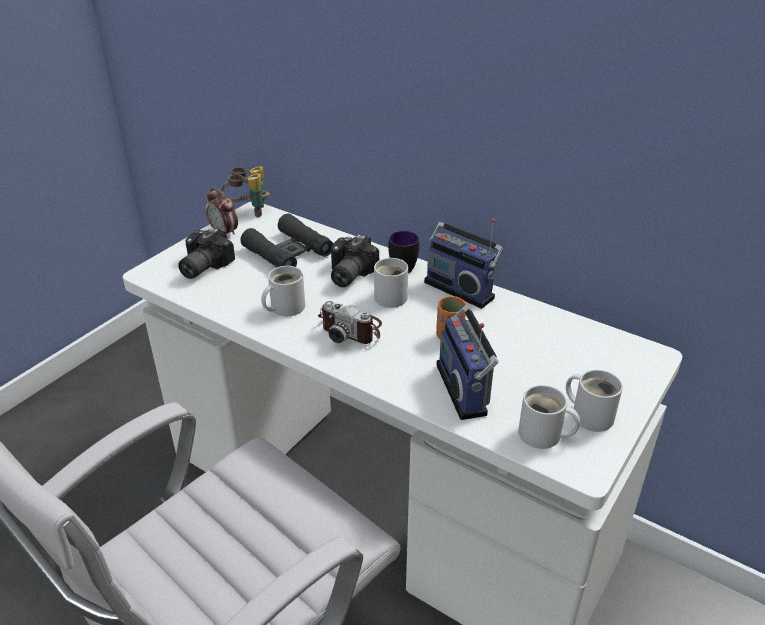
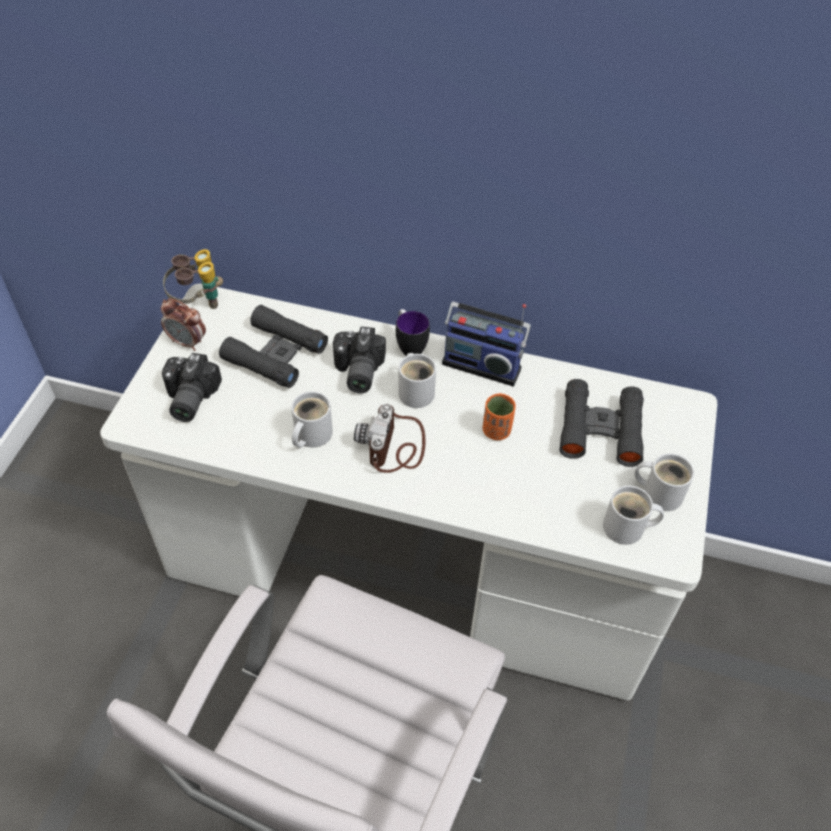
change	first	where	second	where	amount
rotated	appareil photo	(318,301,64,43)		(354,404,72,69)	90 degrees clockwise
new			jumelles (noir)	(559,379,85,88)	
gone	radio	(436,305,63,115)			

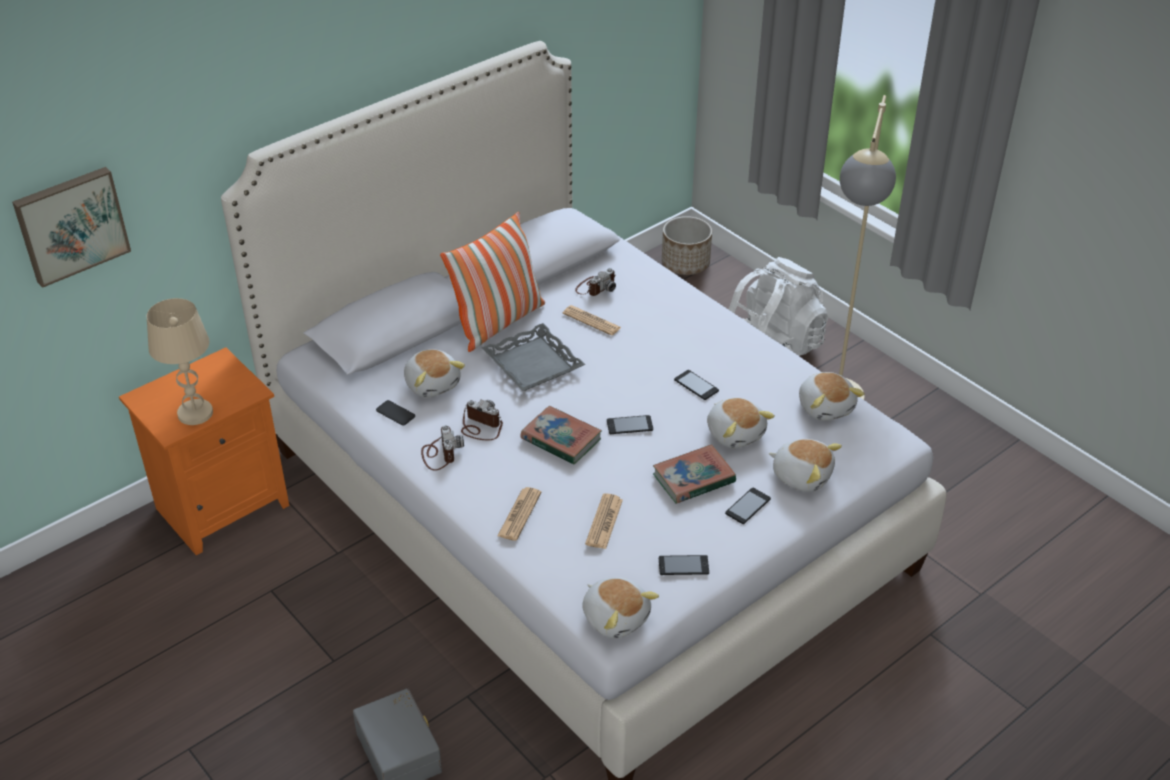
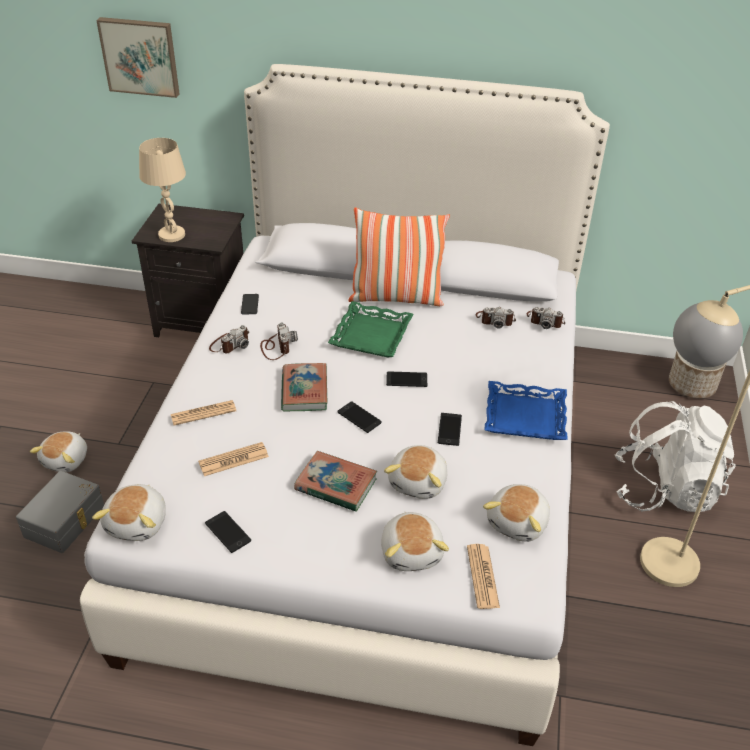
change	first	where	second	where	amount
shifted	peluche	(404,349,61,49)		(30,431,57,41)	
repainted	table de chevet (orange)	(119,347,170,208)	table de chevet (noir)	(132,204,112,133)	
repainted	plateau (gris)	(482,323,103,68)	plateau (vert)	(328,301,85,56)	
shifted	téléphone	(725,487,46,37)		(386,371,41,16)	
shifted	journal	(563,305,58,31)		(467,544,33,65)	
new			plateau (bleu)	(484,381,83,59)	
new			appareil photo	(527,307,38,22)	

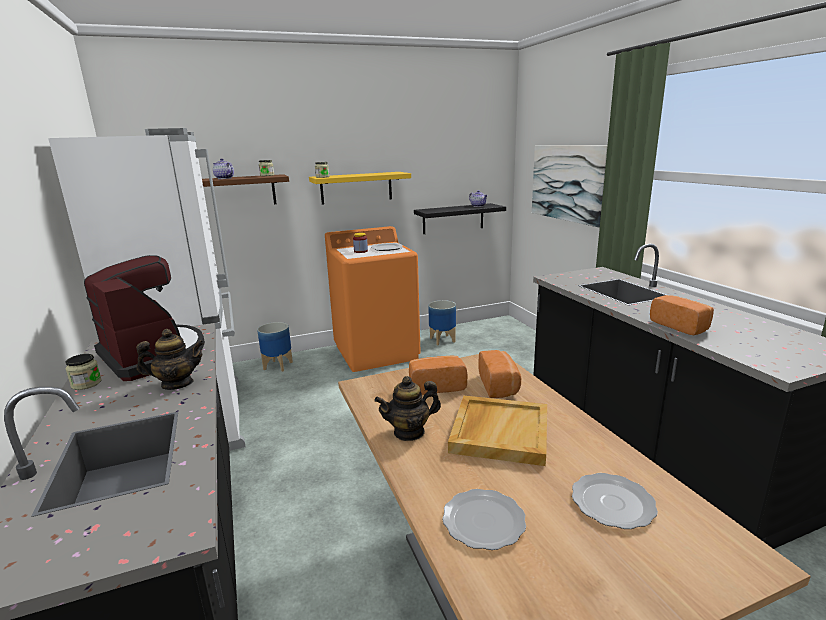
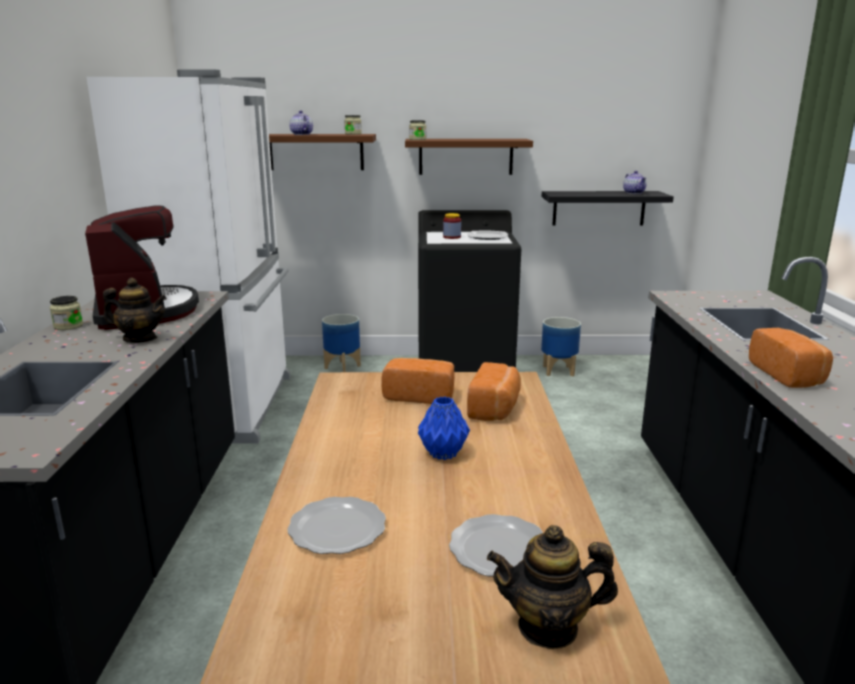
change	first	where	second	where	amount
repainted	étagère (jaune)	(309,172,102,33)	étagère (marron)	(405,139,128,36)	
repainted	lave-linge (orange)	(325,226,96,146)	lave-linge (noir)	(418,210,103,162)	
swapped	plateau (beige)	(448,396,99,70)	vase (bleu)	(418,397,52,63)	
shifted	théière	(374,376,67,65)		(487,525,131,124)	
gone	tableau	(532,145,75,82)			

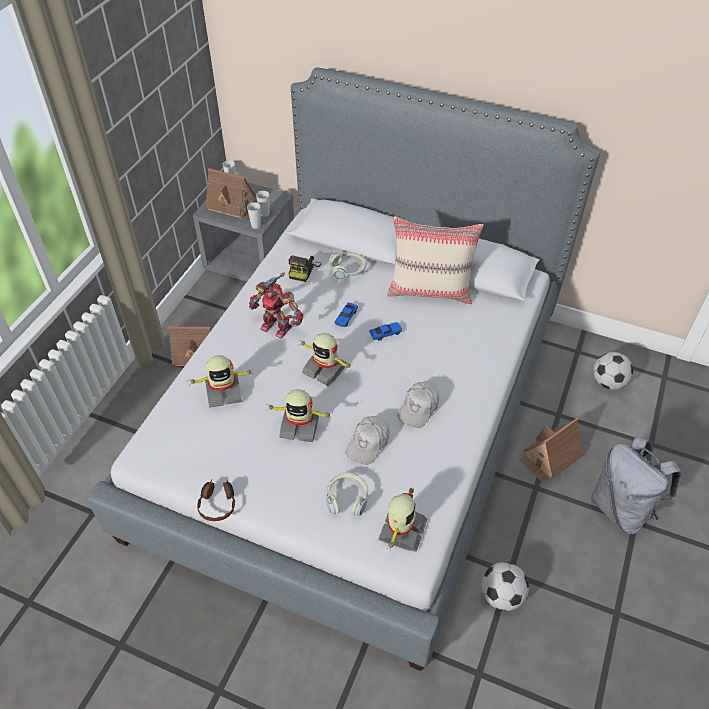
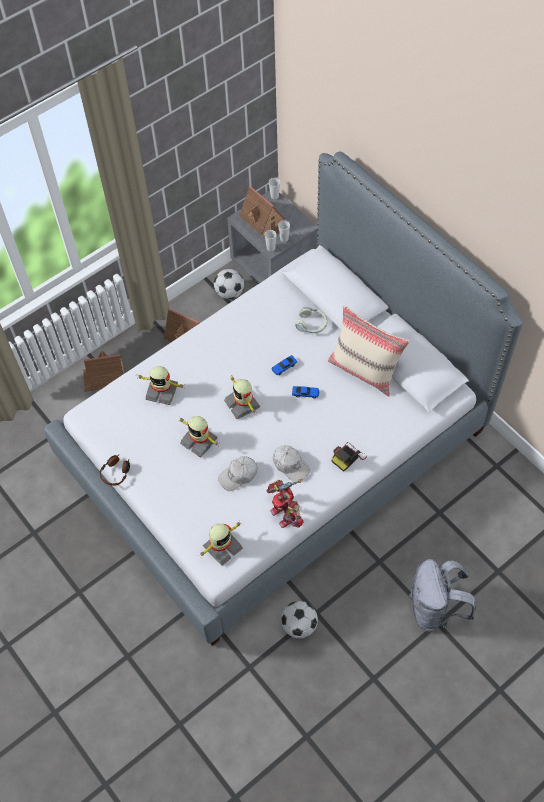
change	first	where	second	where	amount
shifted	maison miniature	(519,418,65,65)		(83,351,41,41)	
shifted	ballon de foot	(594,352,39,38)		(214,269,30,30)	
shifted	robot jouet	(249,272,54,67)		(266,479,38,49)	
rotated	casquette (blanc)	(398,382,41,46)		(273,445,37,37)	105 degrees counterclockwise
shifted	appareil photo	(289,256,32,26)		(332,442,35,30)	
gone	casque audio	(326,472,42,44)			

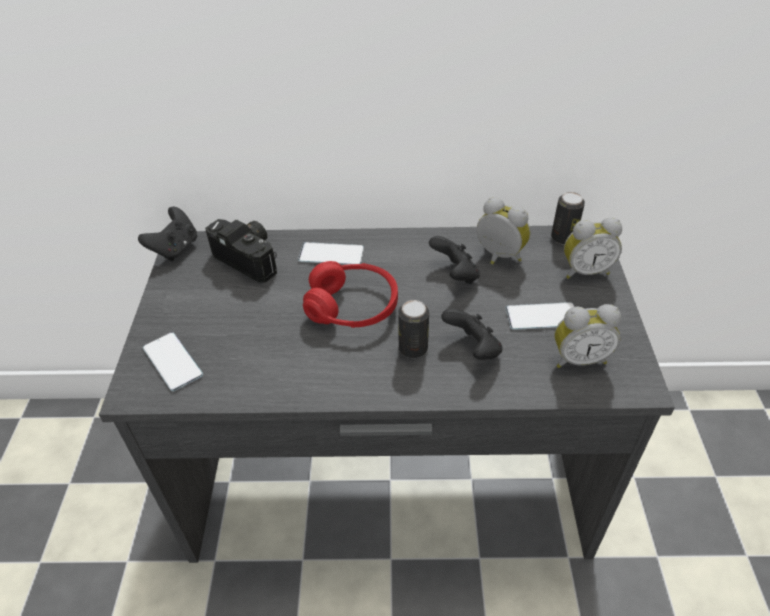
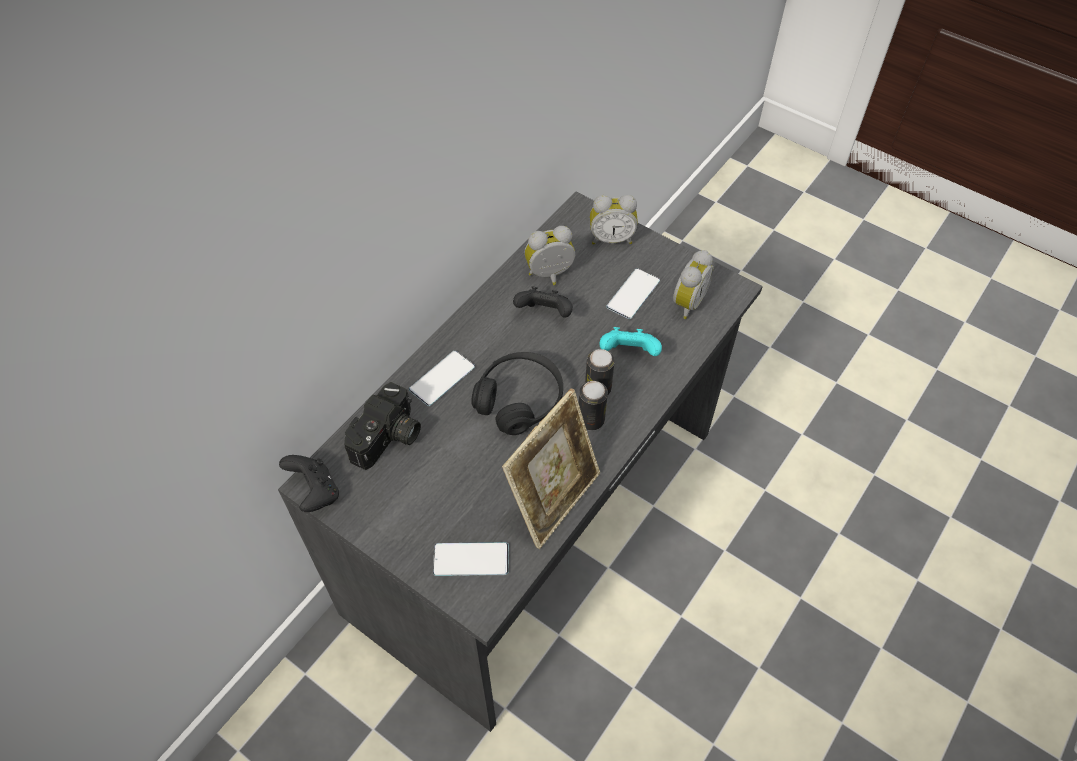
change	first	where	second	where	amount
rotated	appareil photo	(205,219,72,64)		(344,382,77,88)	135 degrees clockwise
repainted	casque audio (rouge)	(303,261,95,67)	casque audio (noir)	(471,352,92,83)	
new			cadre photo	(502,389,98,160)	
shifted	boîte métallique	(551,192,34,53)		(579,381,29,50)	
rotated	réveil	(564,217,58,62)		(590,195,48,50)	60 degrees clockwise
repainted	manette (noir)	(441,308,62,52)	manette (turquoise)	(599,327,63,29)	

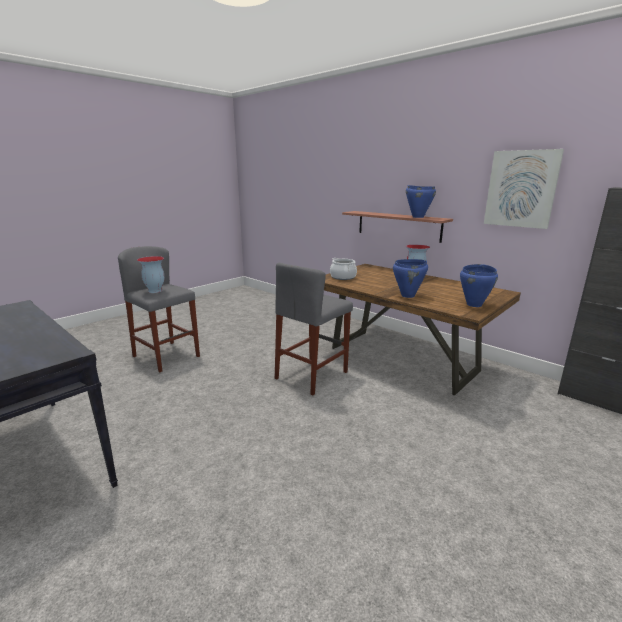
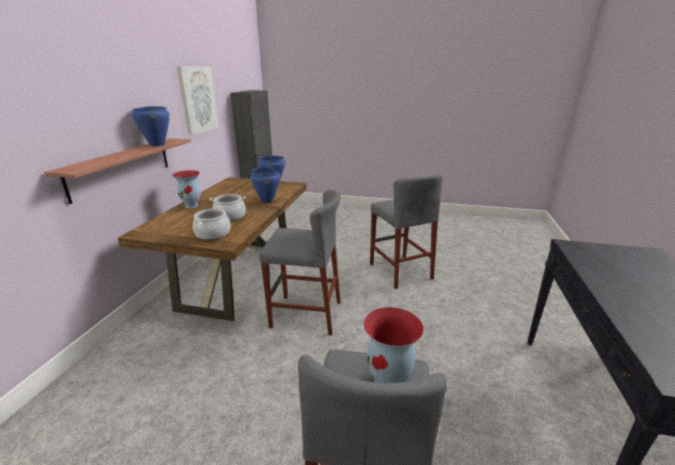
change	first	where	second	where	amount
new			marmite	(209,194,37,28)	
new			tabouret (gris)	(370,174,73,115)	

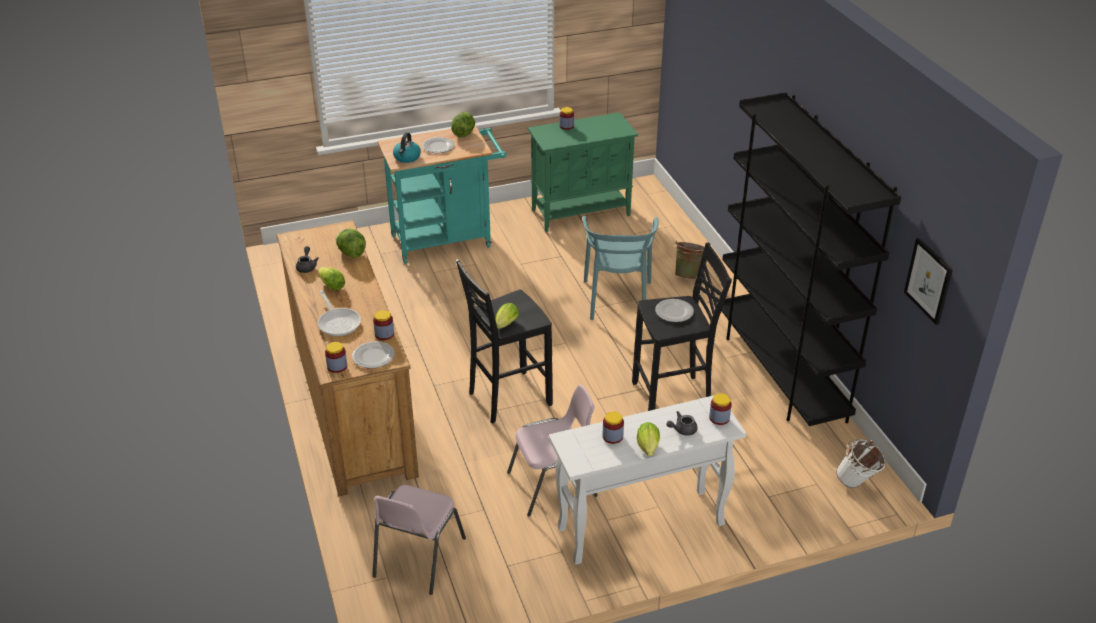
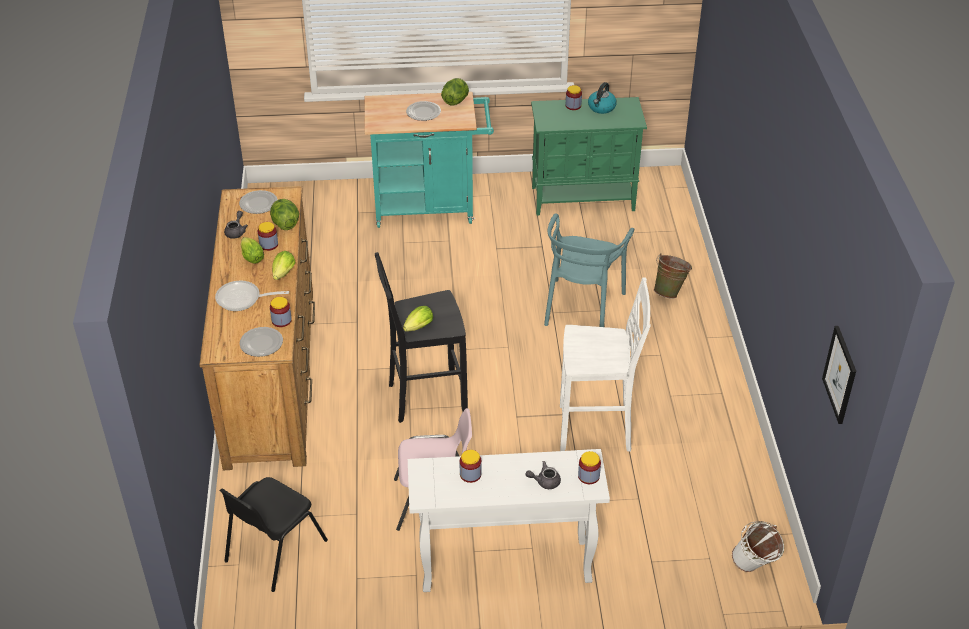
change	first	where	second	where	amount
rotated	poêle	(318,290,43,46)		(215,281,74,30)	105 degrees clockwise
repainted	chaise (rose)	(372,485,94,110)	chaise (noir)	(219,477,109,115)	
shifted	assiette	(655,299,39,23)		(239,190,39,24)	
shifted	bocal	(325,342,22,31)		(257,222,21,29)	
shifted	laitue	(637,422,23,34)		(272,251,24,29)	
repainted	tabouret (noir)	(632,242,100,169)	tabouret (blanc)	(560,277,91,175)	
shifted	bouilloire	(393,132,28,31)		(588,82,29,32)	
gone	bibliothèque (noir)	(722,93,179,333)			

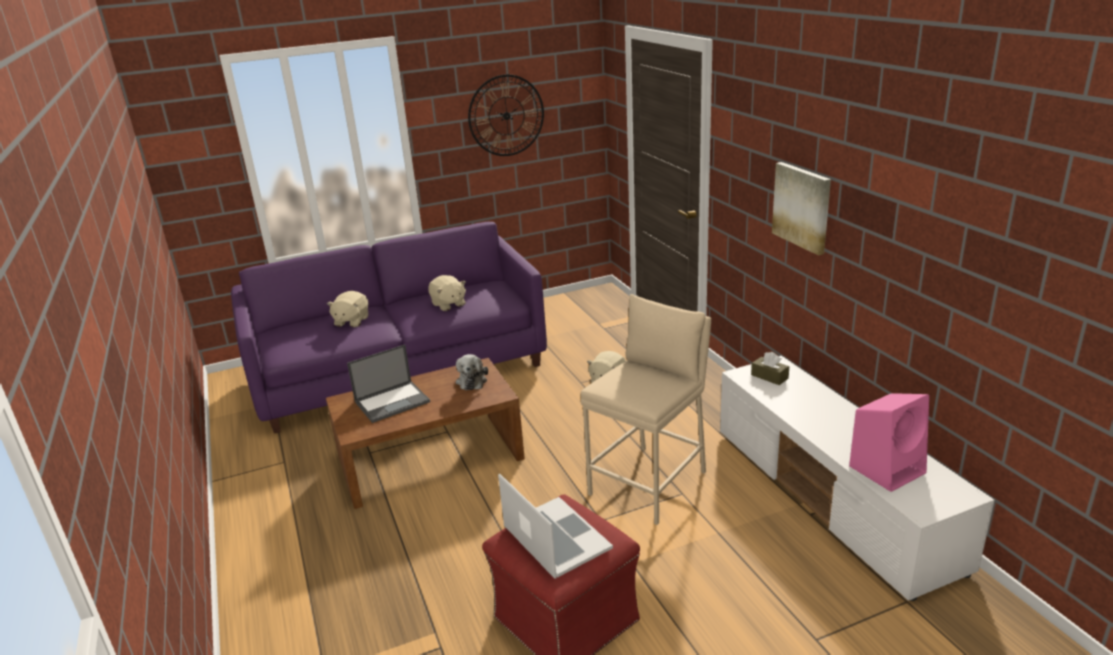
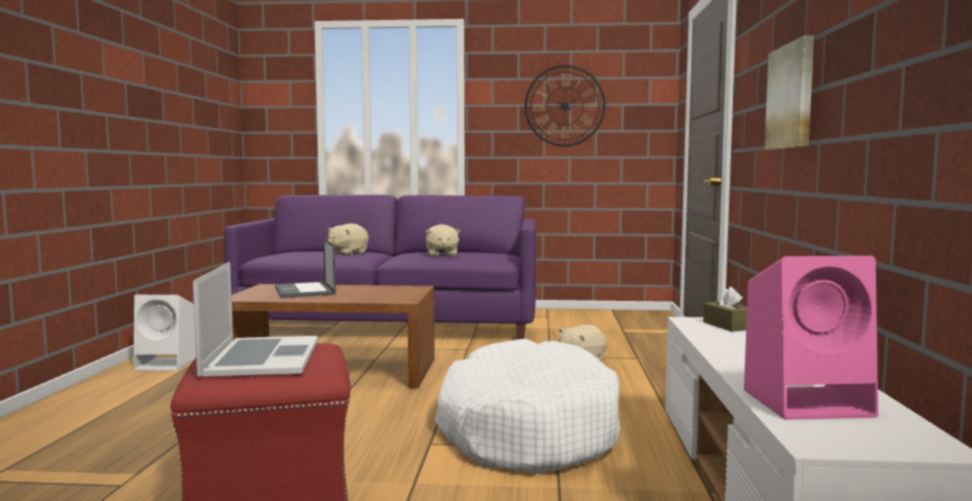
change	first	where	second	where	amount
new			enceinte (blanc)	(134,295,62,76)	
rotated	ordinateur portable	(347,345,83,78)		(275,239,61,59)	75 degrees clockwise
swapped	tabouret (beige)	(580,294,131,231)	panier pour chien (blanc)	(435,339,185,135)	
gone	peluche	(456,354,32,36)			

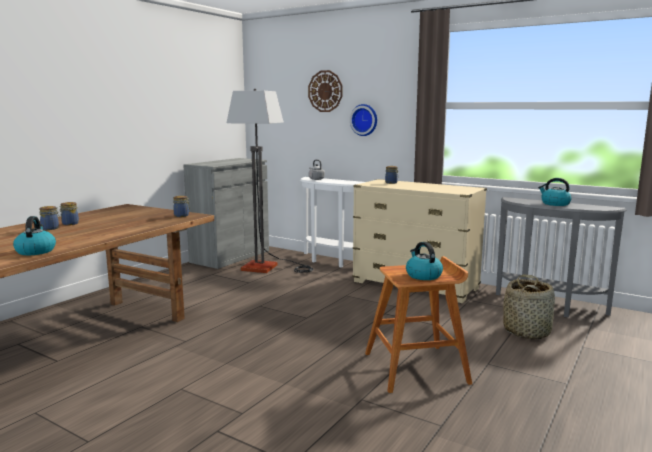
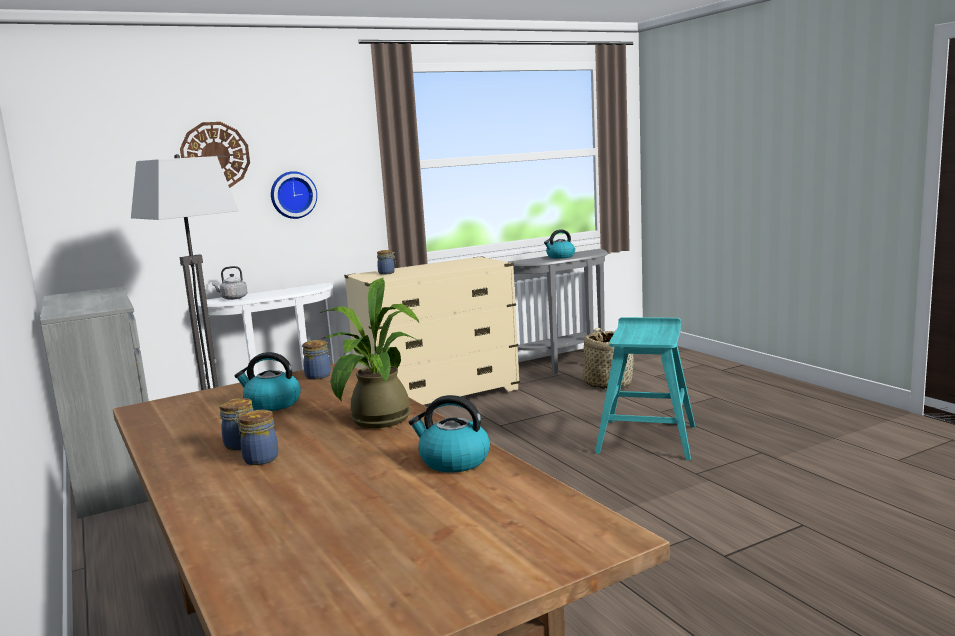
change	first	where	second	where	amount
shifted	bouilloire	(406,242,37,38)		(234,352,67,59)	
new			plante en pot	(320,278,99,150)	
repainted	tabouret (marron)	(365,256,107,137)	tabouret (turquoise)	(595,317,100,143)	

